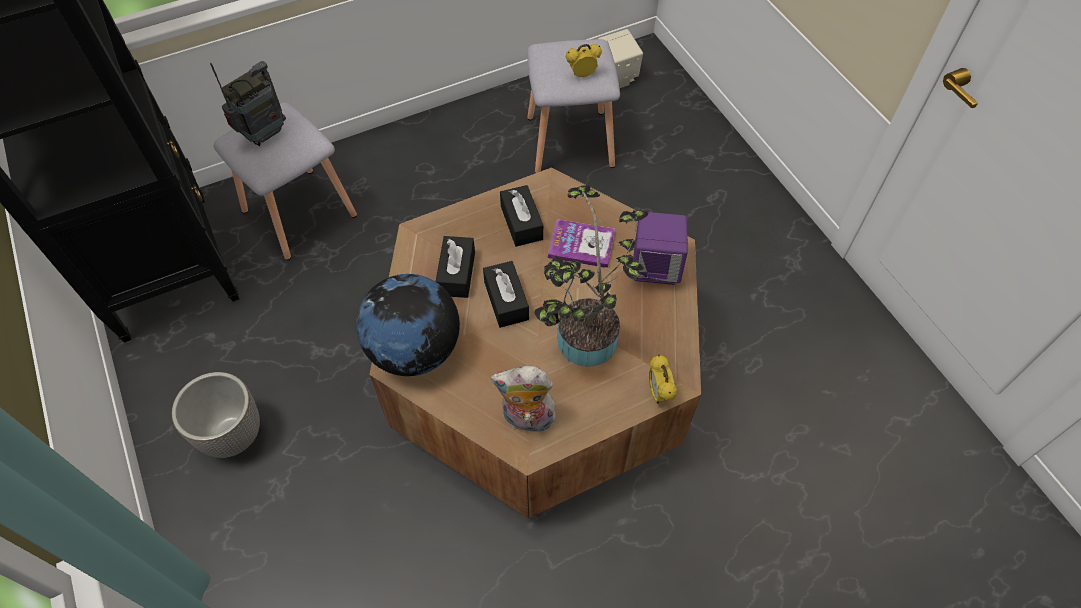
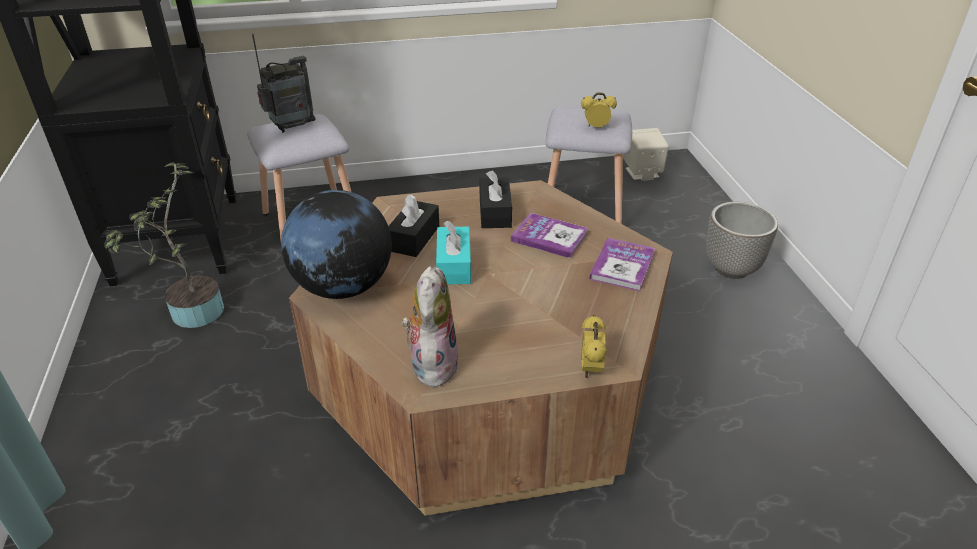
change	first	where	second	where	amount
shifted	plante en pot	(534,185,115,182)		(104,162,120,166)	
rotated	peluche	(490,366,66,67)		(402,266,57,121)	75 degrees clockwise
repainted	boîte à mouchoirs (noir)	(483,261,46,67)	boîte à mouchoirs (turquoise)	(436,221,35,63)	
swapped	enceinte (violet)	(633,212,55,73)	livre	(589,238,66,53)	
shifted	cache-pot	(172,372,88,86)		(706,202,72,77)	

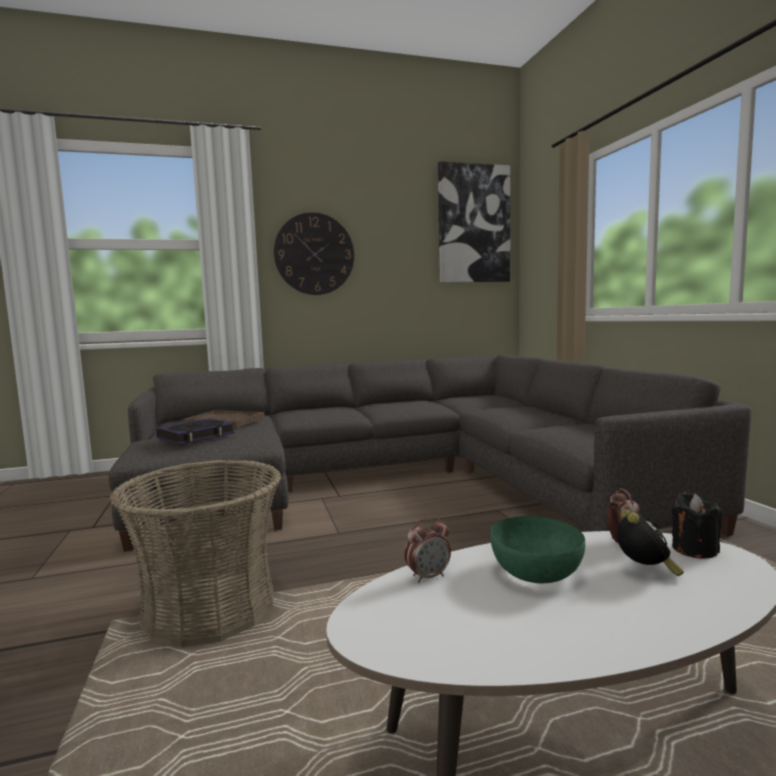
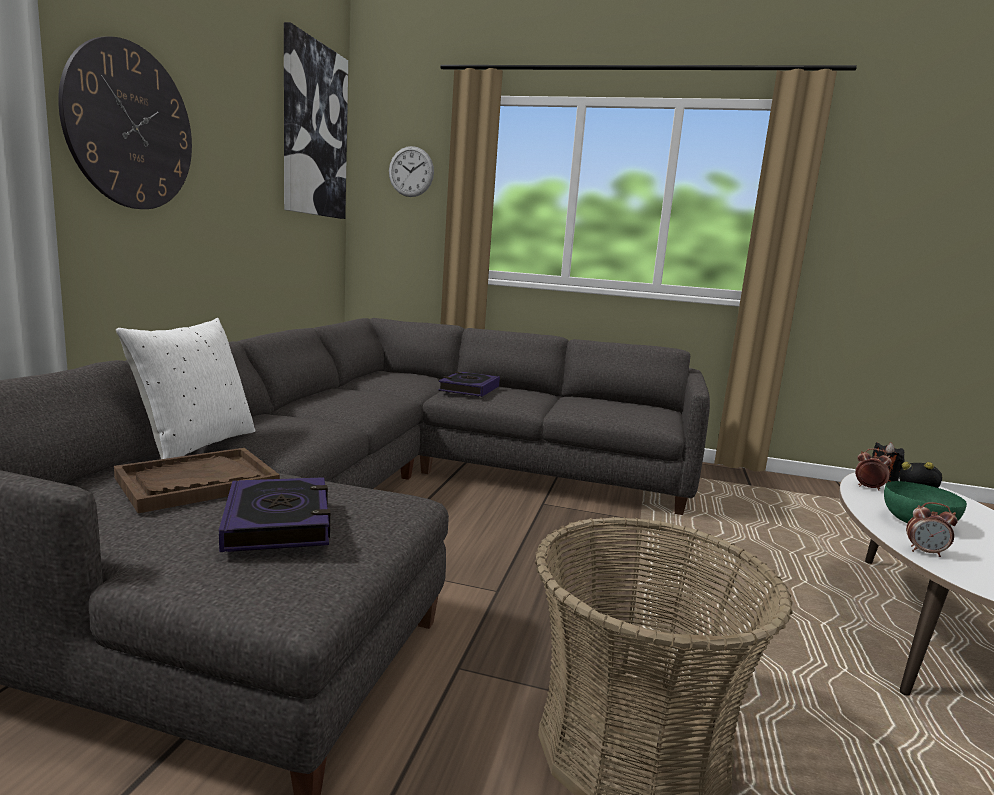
change	first	where	second	where	amount
new			coussin (blanc)	(116,318,139,141)	
new			horloge murale	(389,146,45,51)	
new			livre	(438,371,62,26)	
rotated	réveil	(404,516,47,67)		(906,502,52,55)	105 degrees clockwise

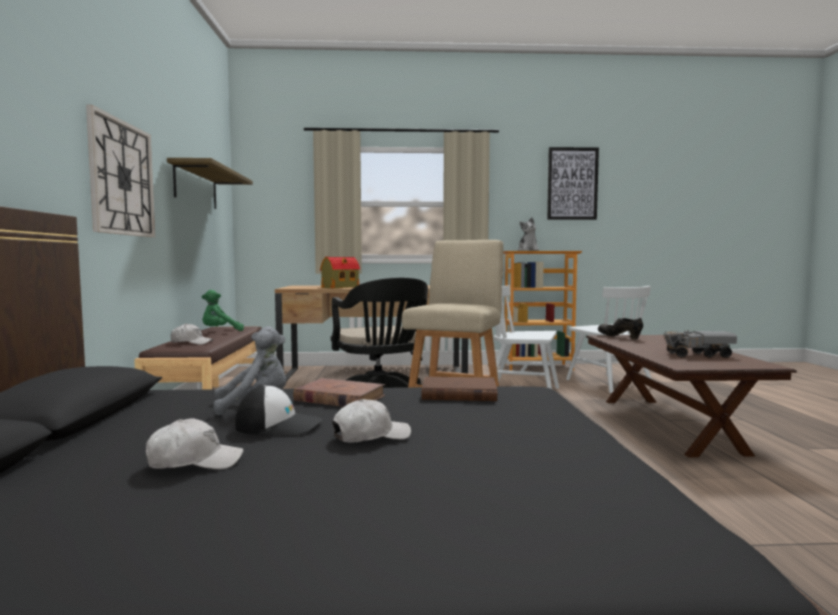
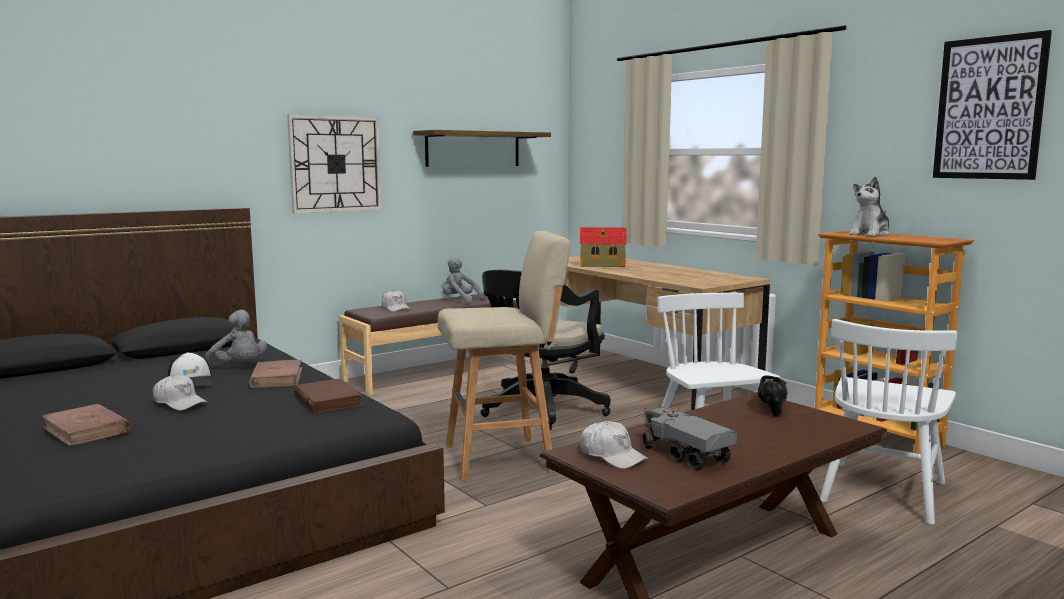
change	first	where	second	where	amount
new			livre (marron)	(41,404,90,42)	
repainted	peluche (vert)	(202,290,42,41)	peluche (gris)	(443,258,42,45)	
shifted	casquette (blanc)	(146,418,98,51)		(580,421,68,48)	

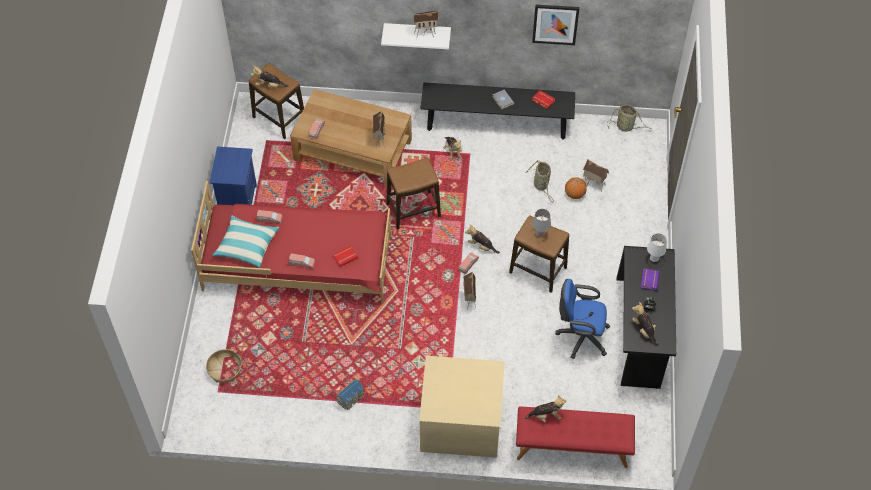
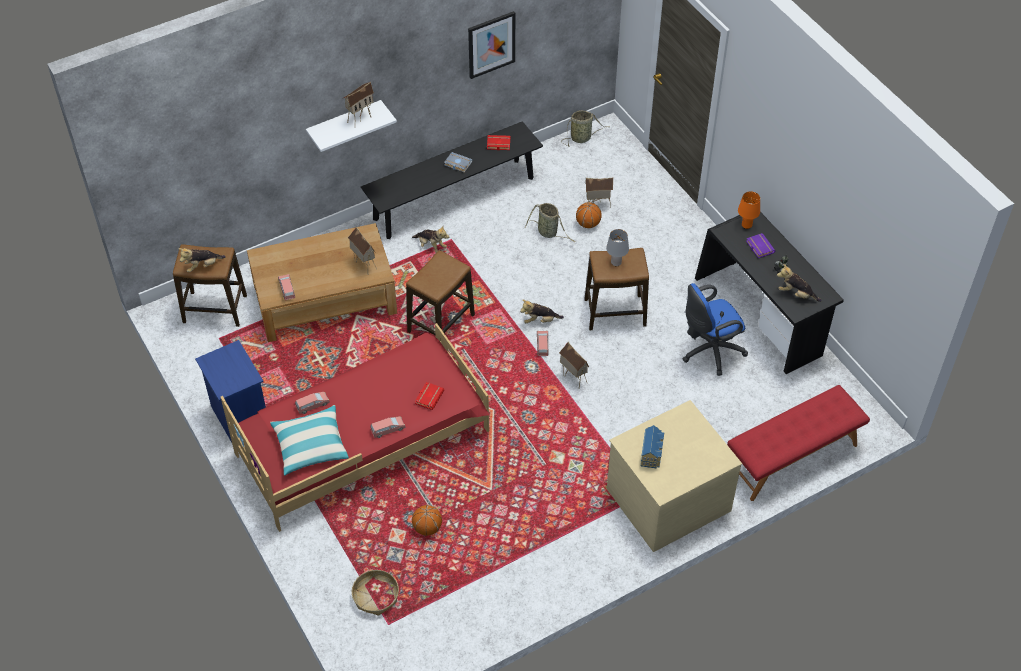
change	first	where	second	where	amount
new			ballon de basket	(412,505,30,31)	
shifted	maison miniature	(336,379,29,31)		(641,425,23,43)	
repainted	lampe de table (blanc)	(647,233,20,29)	lampe de table (orange)	(738,192,22,37)	
gone	peluche	(525,395,42,27)			

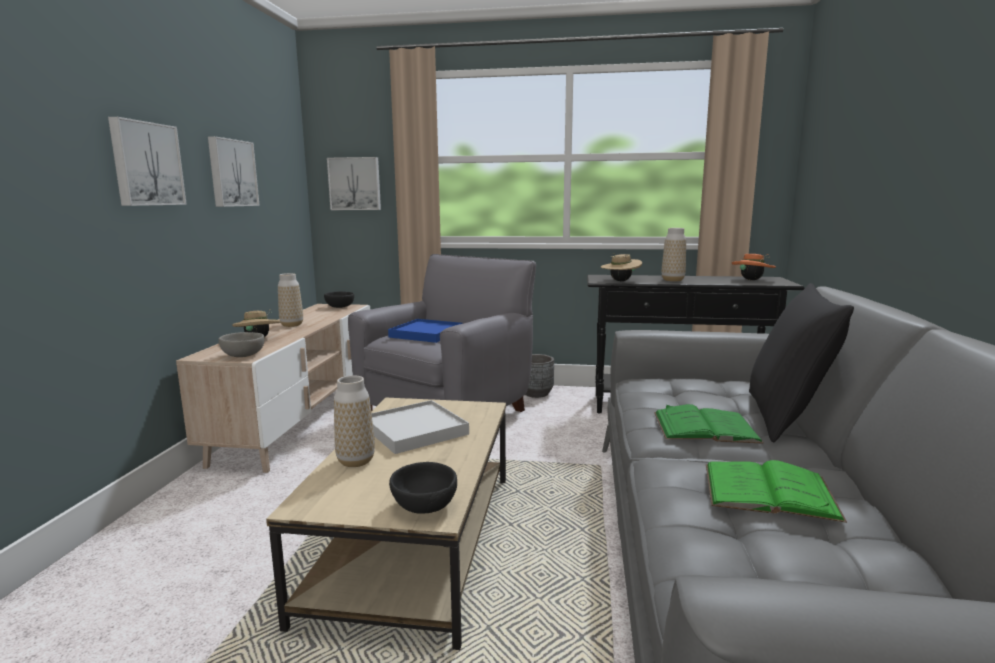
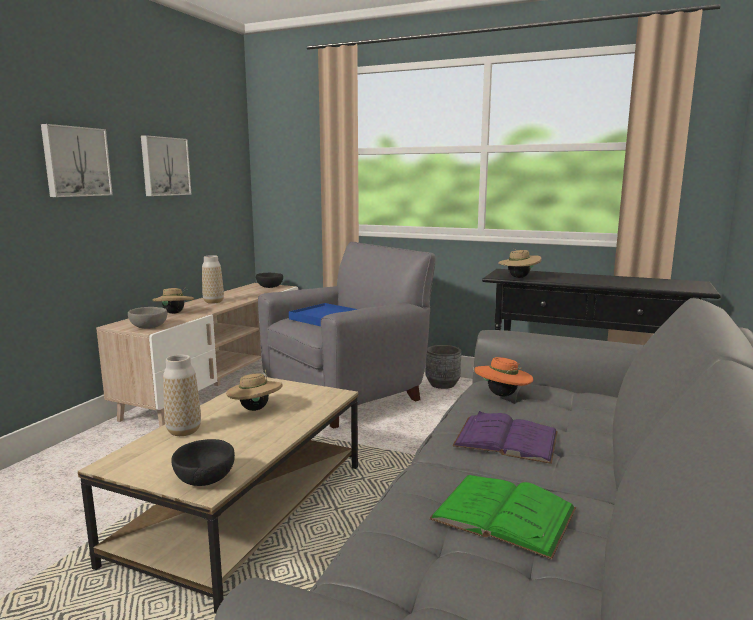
change	first	where	second	where	amount
swapped	plateau (blanc)	(372,400,97,54)	chapeau (beige)	(226,370,56,41)	
repainted	livre (vert)	(654,404,110,40)	livre (violet)	(452,411,106,53)	
shifted	chapeau (orange)	(732,254,44,26)		(475,357,59,39)	
gone	tableau	(327,157,54,53)			
gone	vase	(662,228,24,54)			
gone	coussin (noir)	(749,283,105,160)			

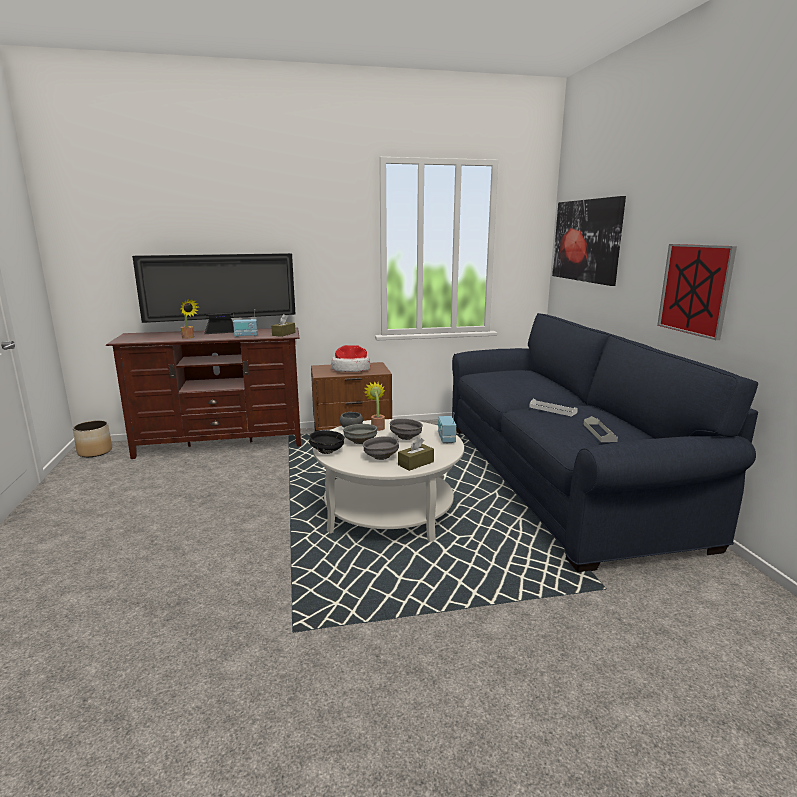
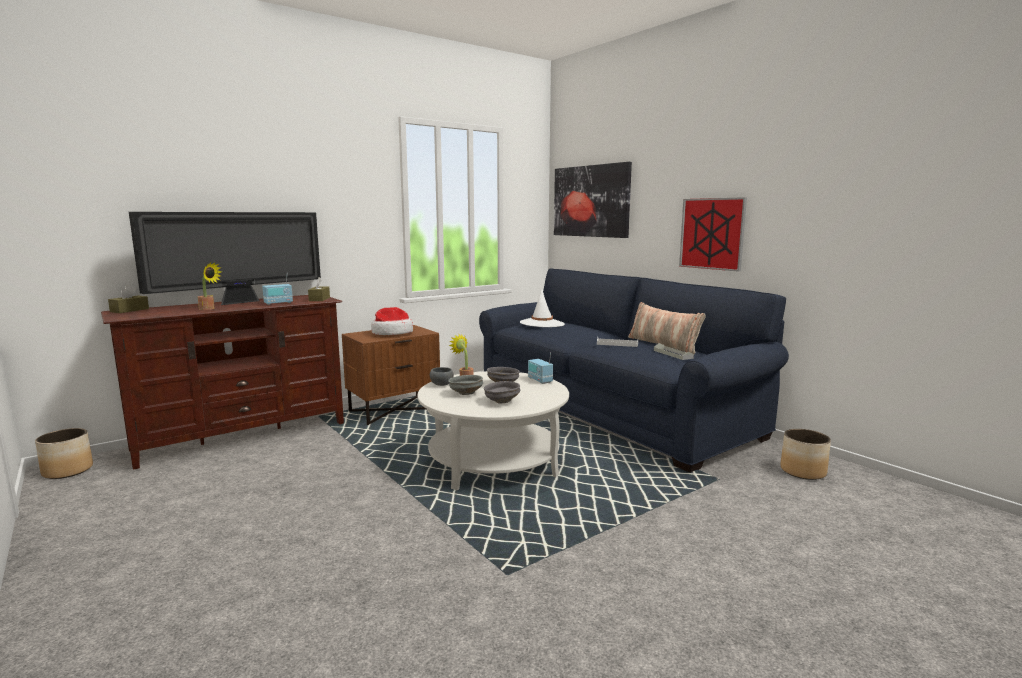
change	first	where	second	where	amount
shifted	boîte à mouchoirs (marron)	(398,437,36,34)		(108,285,41,28)	
new			chapeau (blanc)	(520,289,45,38)	
new			coussin	(628,302,78,52)	
new			cache-pot	(781,429,50,51)	
gone	bol (noir)	(309,430,36,24)			

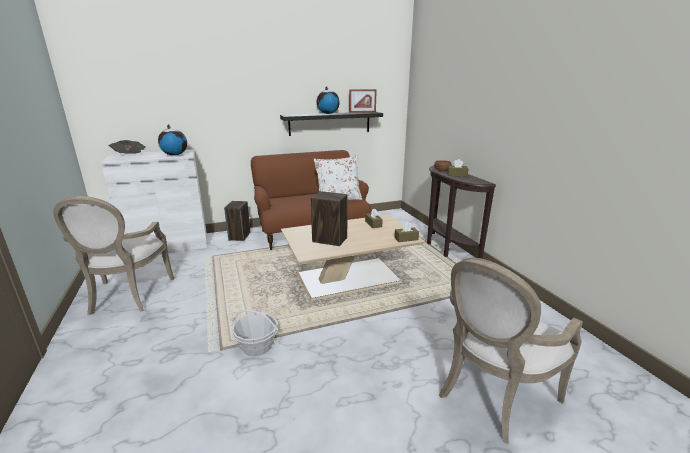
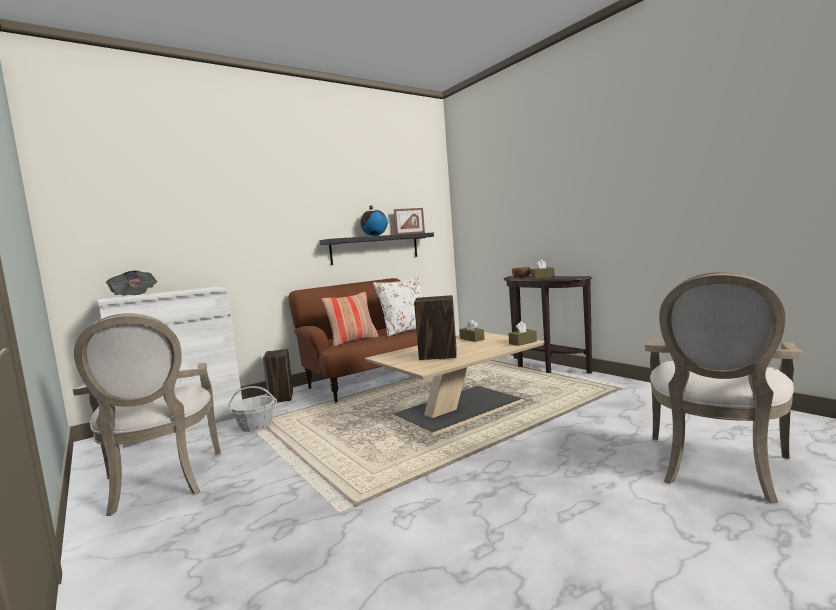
change	first	where	second	where	amount
shifted	panier	(232,310,46,46)		(229,386,48,46)	
new			coussin	(322,292,56,54)	
gone	globe	(158,124,29,32)			

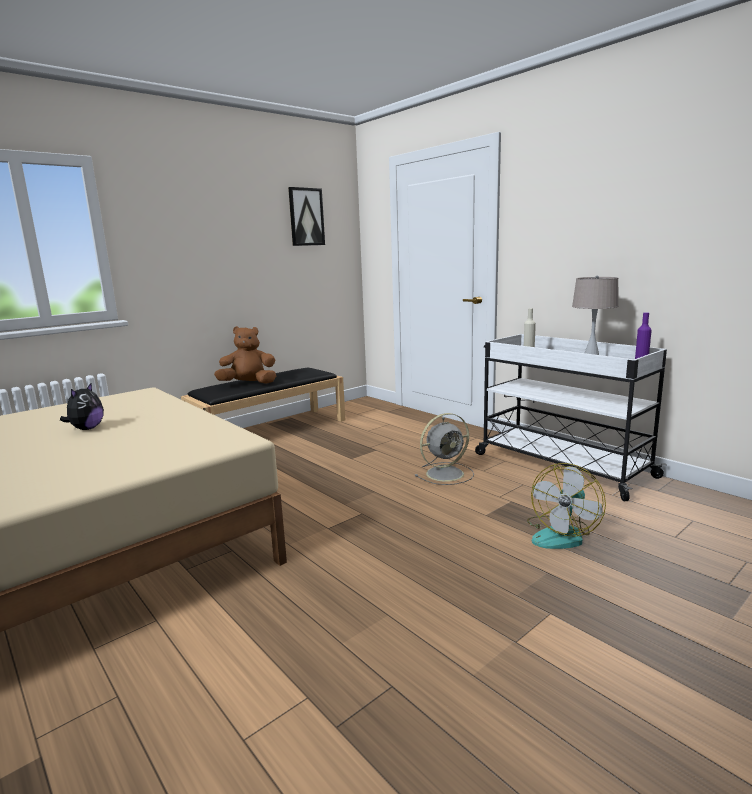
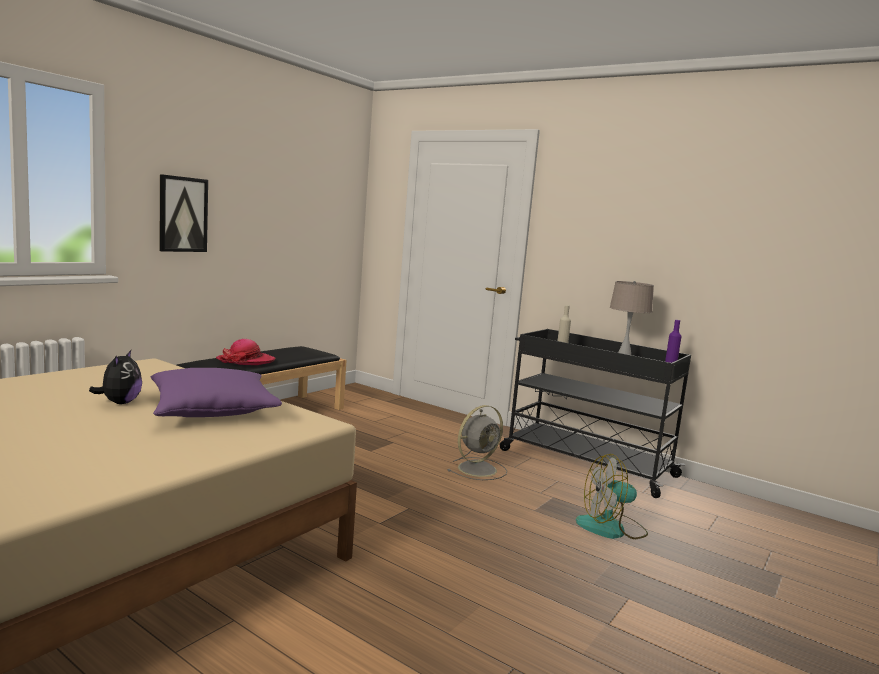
change	first	where	second	where	amount
new			coussin (violet)	(150,368,132,49)	
shifted	tableau	(288,187,37,59)		(159,174,49,78)	
swapped	peluche (marron)	(214,326,62,58)	chapeau	(216,339,60,26)	
repainted	chariot (blanc)	(475,334,192,167)	chariot (noir)	(500,329,191,169)	
rotated	ventilateur	(527,463,79,86)		(576,454,72,85)	60 degrees clockwise

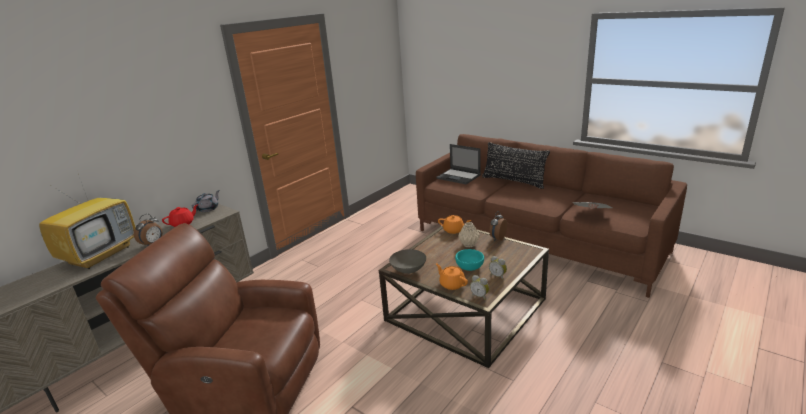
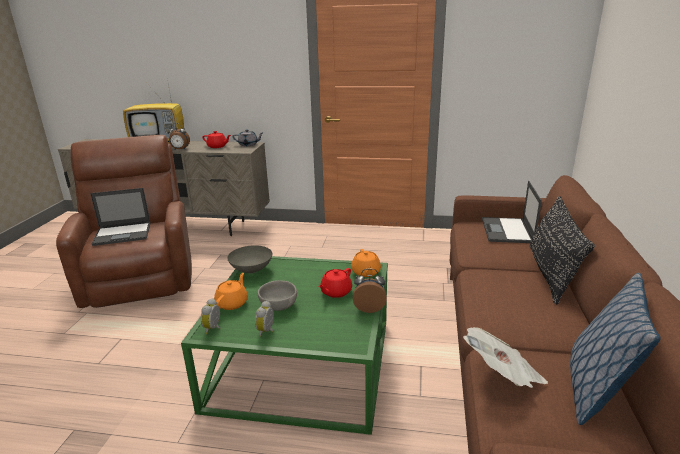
change	first	where	second	where	amount
new			ordinateur portable	(90,188,61,58)	
repainted	table basse (marron)	(379,226,170,142)	table basse (vert)	(181,256,207,179)	
repainted	bol (turquoise)	(455,249,29,22)	bol (gris)	(258,280,39,31)	
swapped	vase (beige)	(458,222,22,26)	théière (rouge)	(318,268,34,30)	
new			coussin	(570,273,91,152)	

